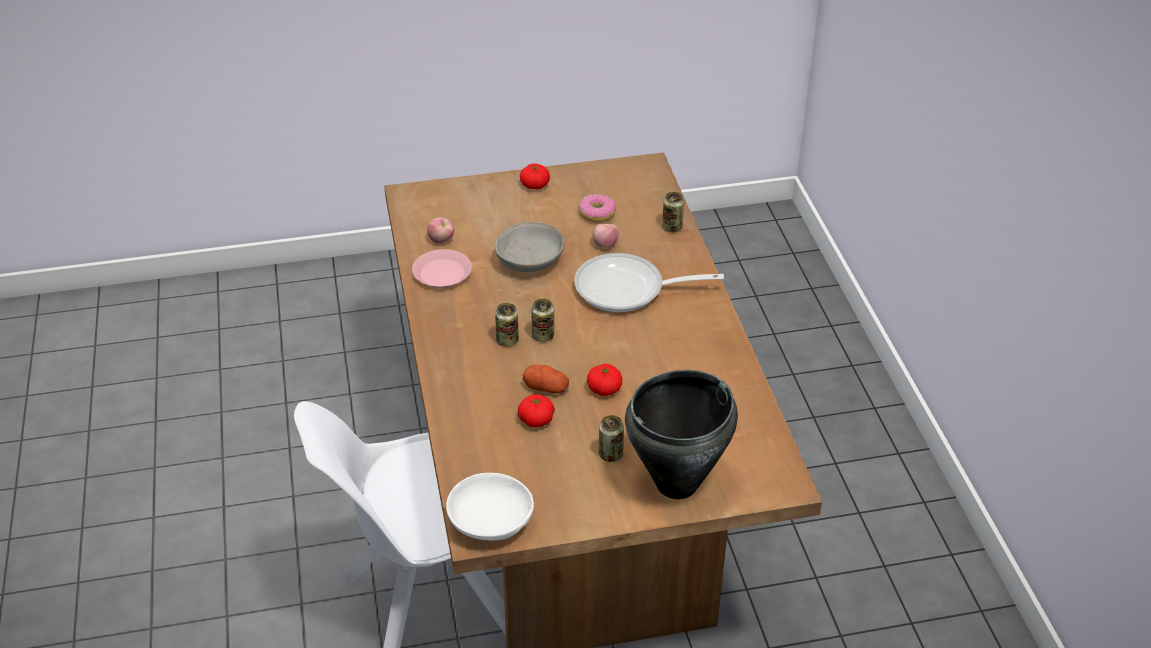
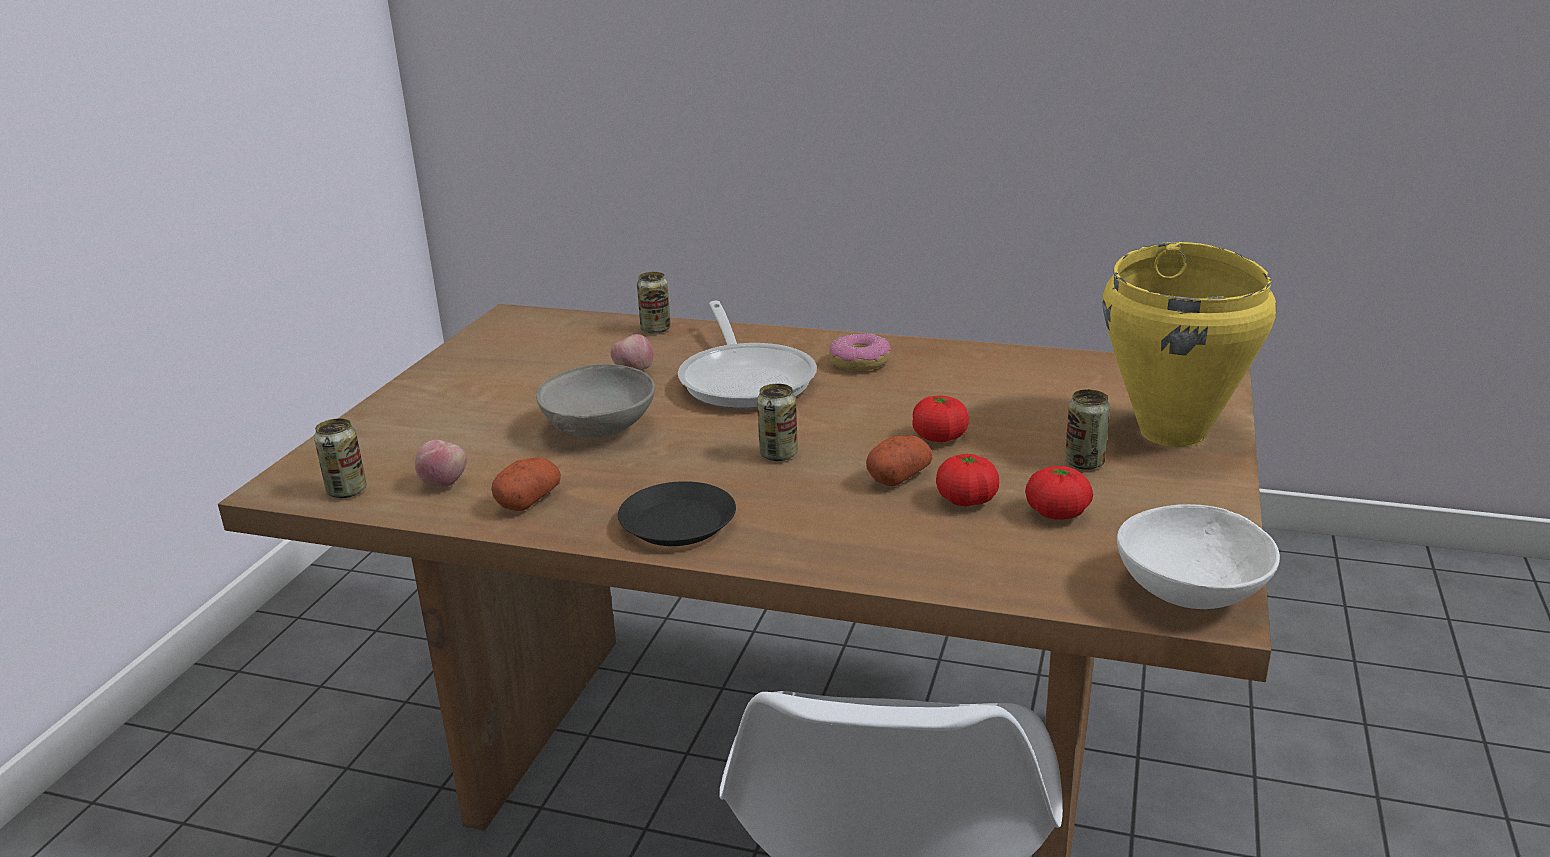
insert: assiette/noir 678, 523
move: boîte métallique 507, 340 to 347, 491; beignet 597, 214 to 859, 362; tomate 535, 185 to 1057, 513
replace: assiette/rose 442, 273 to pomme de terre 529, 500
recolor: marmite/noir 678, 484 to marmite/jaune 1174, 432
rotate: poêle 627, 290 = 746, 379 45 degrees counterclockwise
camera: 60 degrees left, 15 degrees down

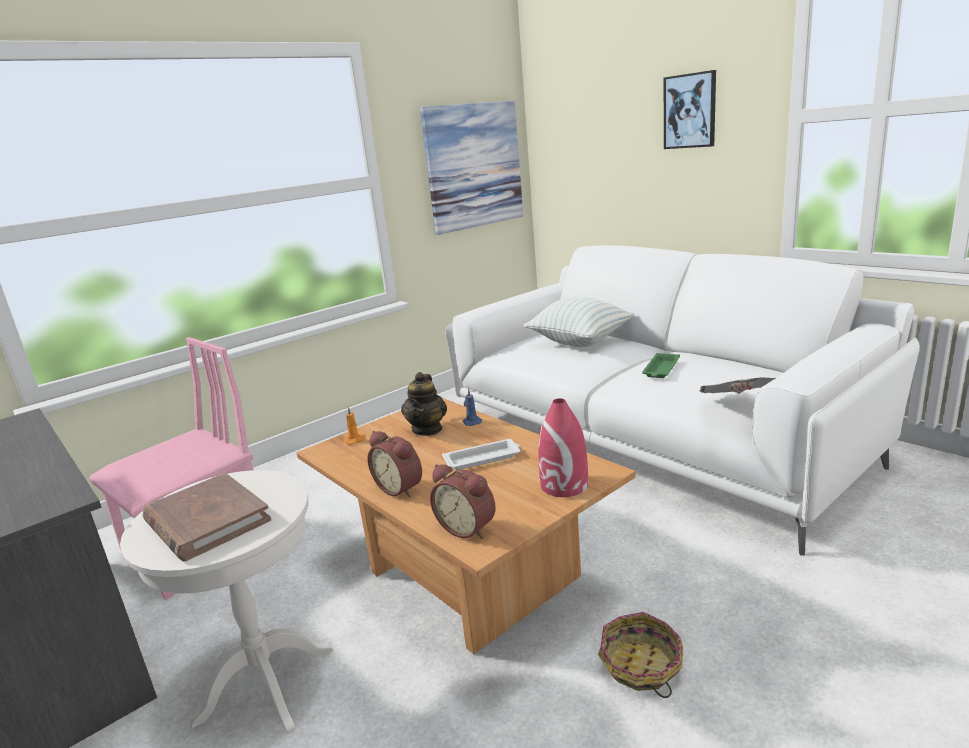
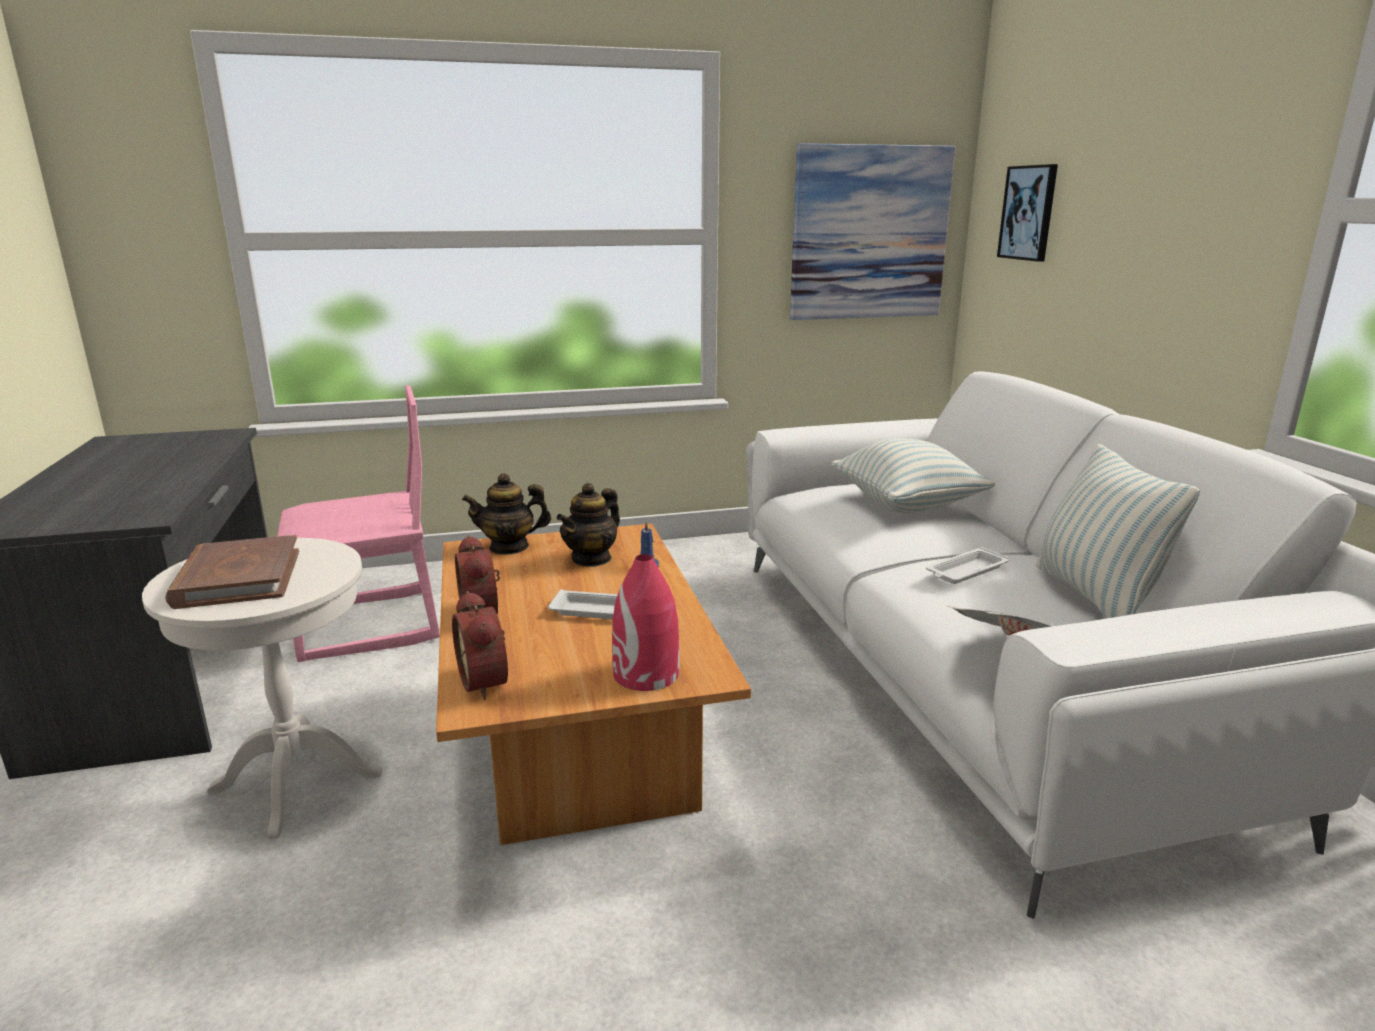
delete: panier 640, 666
insert: coussin 1095, 596
move: tableau 690, 111 to 1028, 213
replace: bougie/orange 355, 440 to théière 509, 547
recolor: plateau/vert 661, 369 to plateau/blanc 966, 571
camera: 25 degrees right, 0 degrees up

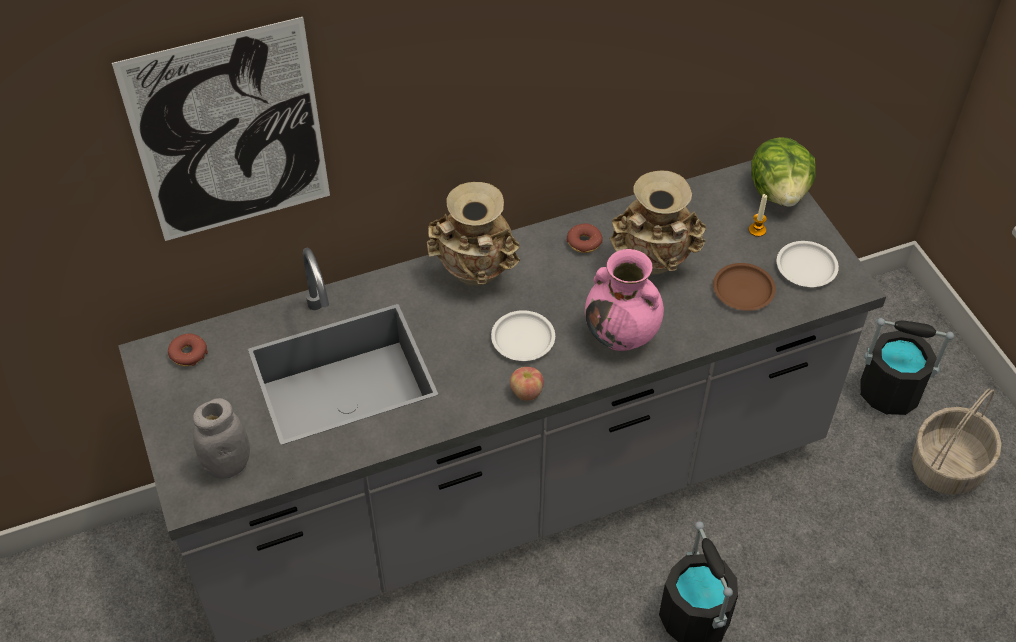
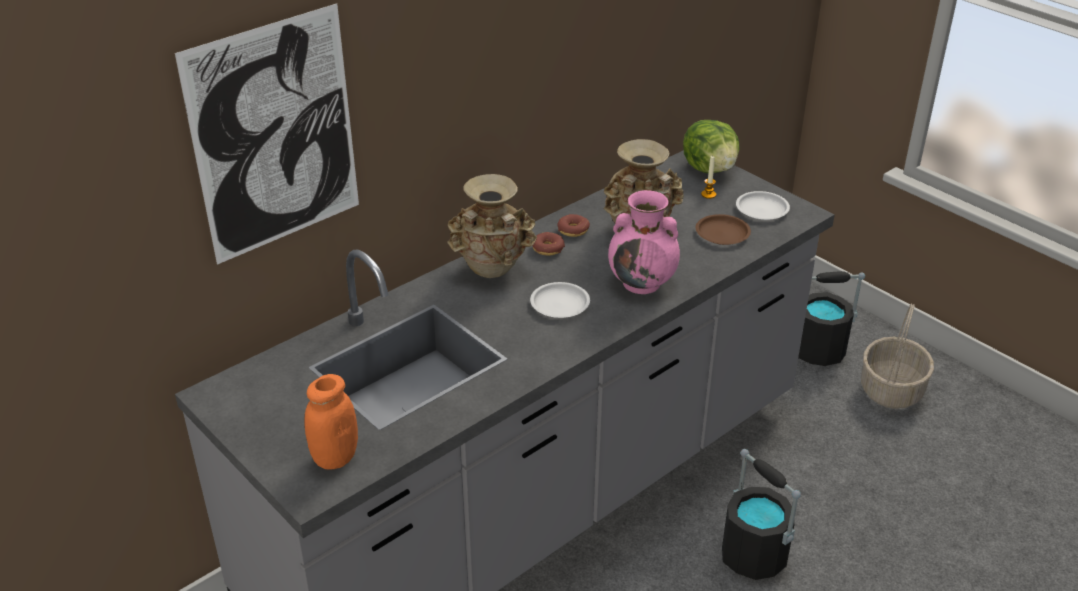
delete: pomme 526, 392
move: beignet 188, 354 to 548, 249
recolor: bocal/gris 228, 465 to bocal/orange 335, 457
camera: 20 degrees left, 15 degrees down

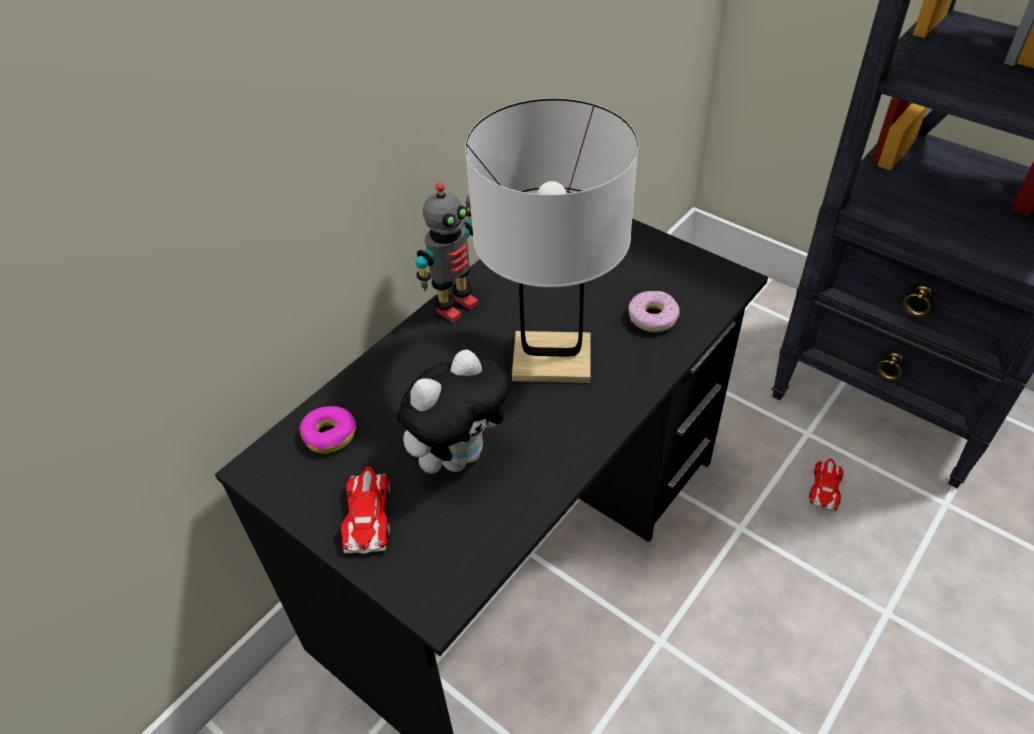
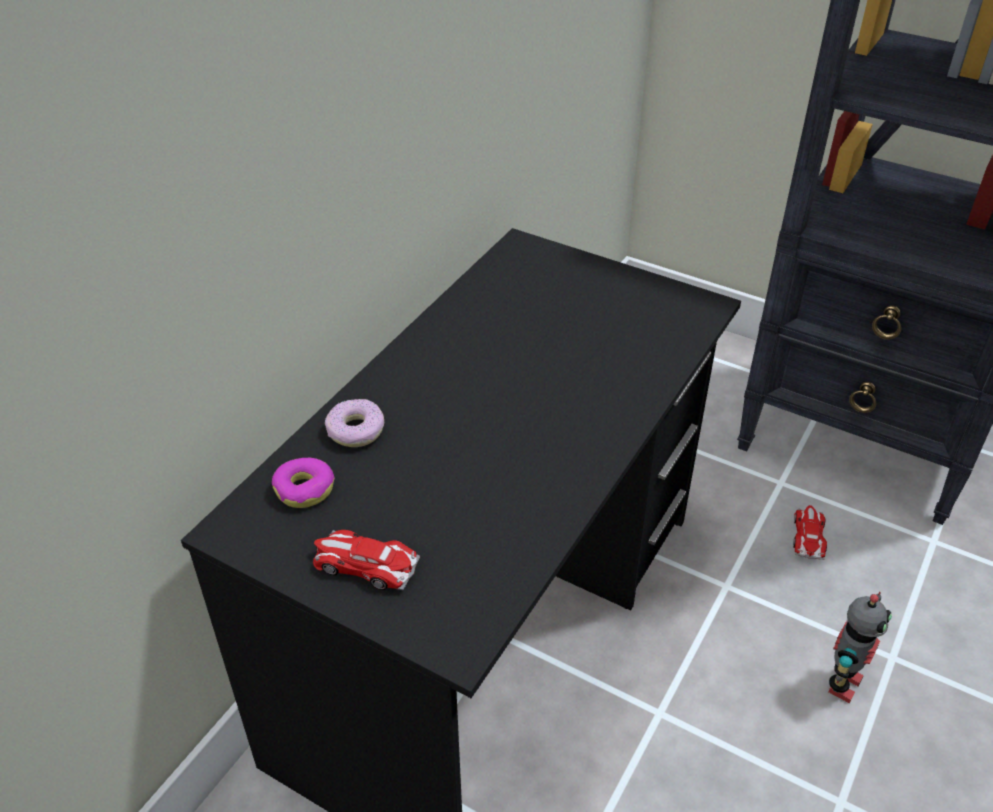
delete: peluche 458, 455; lampe de table/blanc 551, 359
move: beignet 652, 317 to 355, 430; robot jouet 455, 306 to 841, 683
rotate: petite voiture 368, 514 = 364, 564 60 degrees counterclockwise
camera: 10 degrees left, 5 degrees down

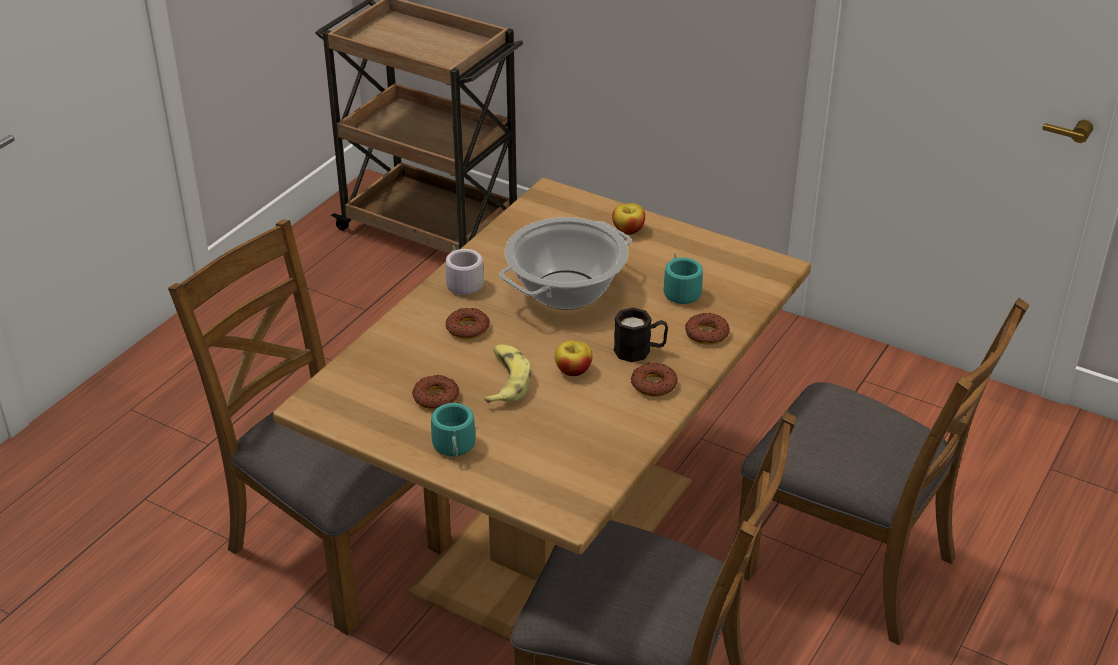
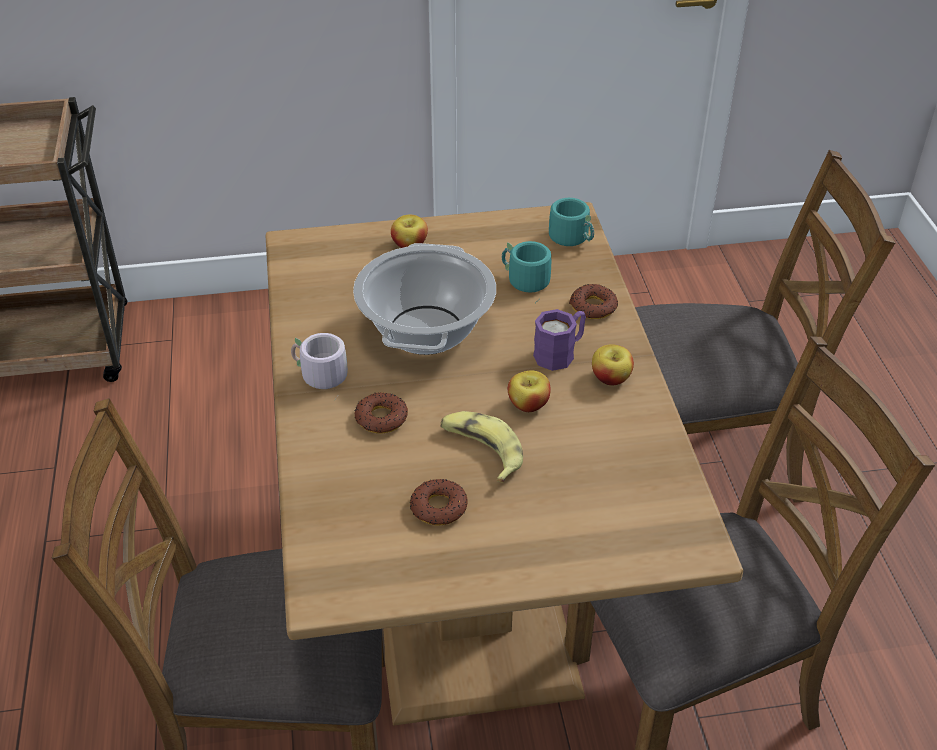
move: mug/turquoise 457, 448 to 573, 238
replace: beignet 653, 385 to pomme 611, 378
recolor: mug/noir 640, 351 to mug/violet 560, 353
camera: 40 degrees left, 5 degrees up

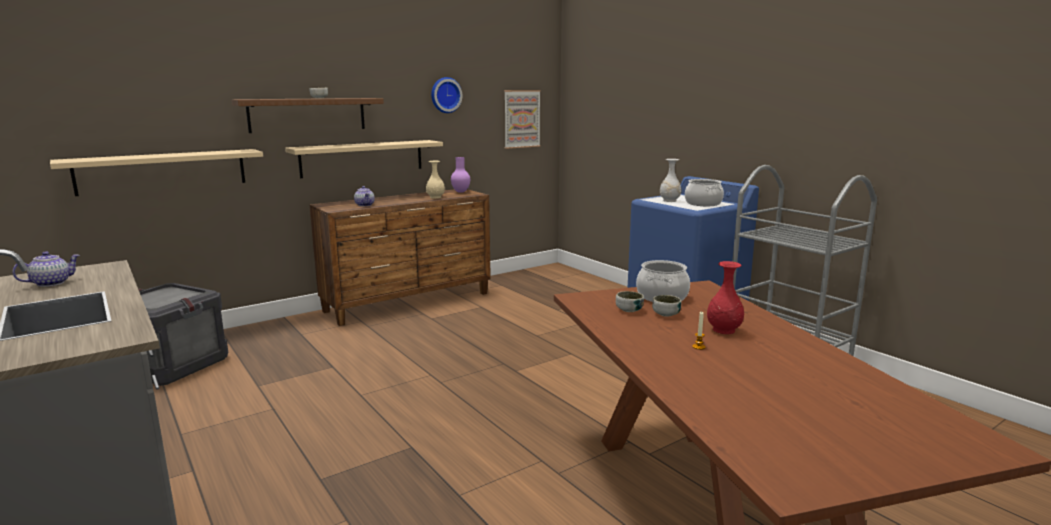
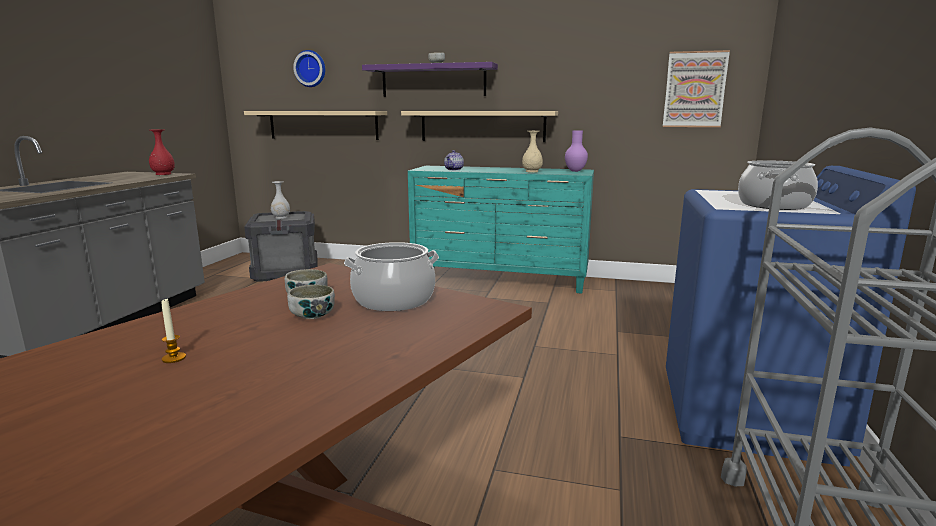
delete: théière 51, 283
move: vase/rouge 723, 330 to 163, 174; vase/blanc 669, 201 to 281, 217; horloge murale 445, 95 to 311, 69
recolor: étagère/marron 308, 114 to étagère/violet 433, 81; commode/marron 409, 302 to commode/turquoise 500, 280
camera: 50 degrees right, 0 degrees up

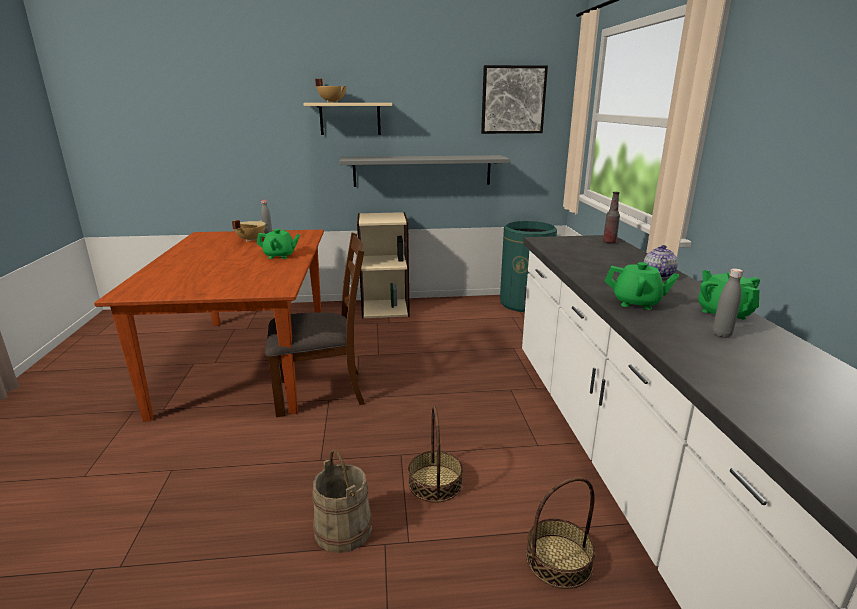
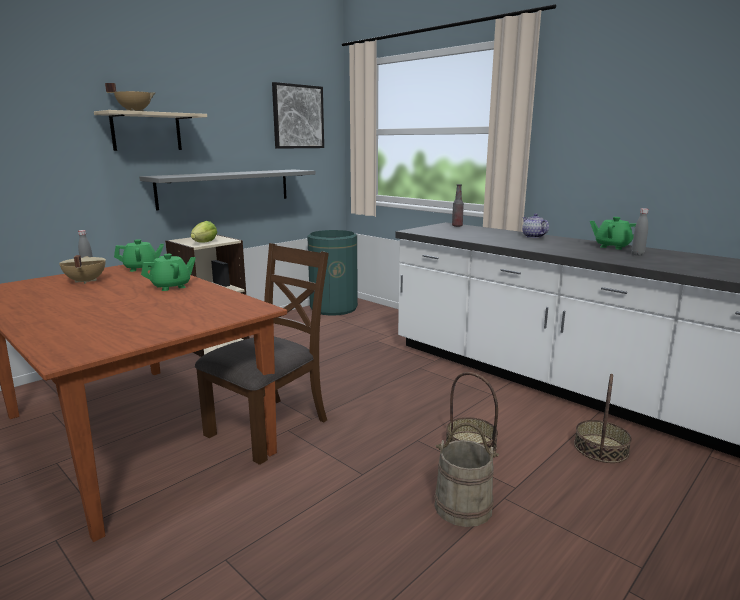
insert: laitue 204, 243
move: théière/vert 636, 303 to 141, 268
camera: 40 degrees left, 5 degrees down

